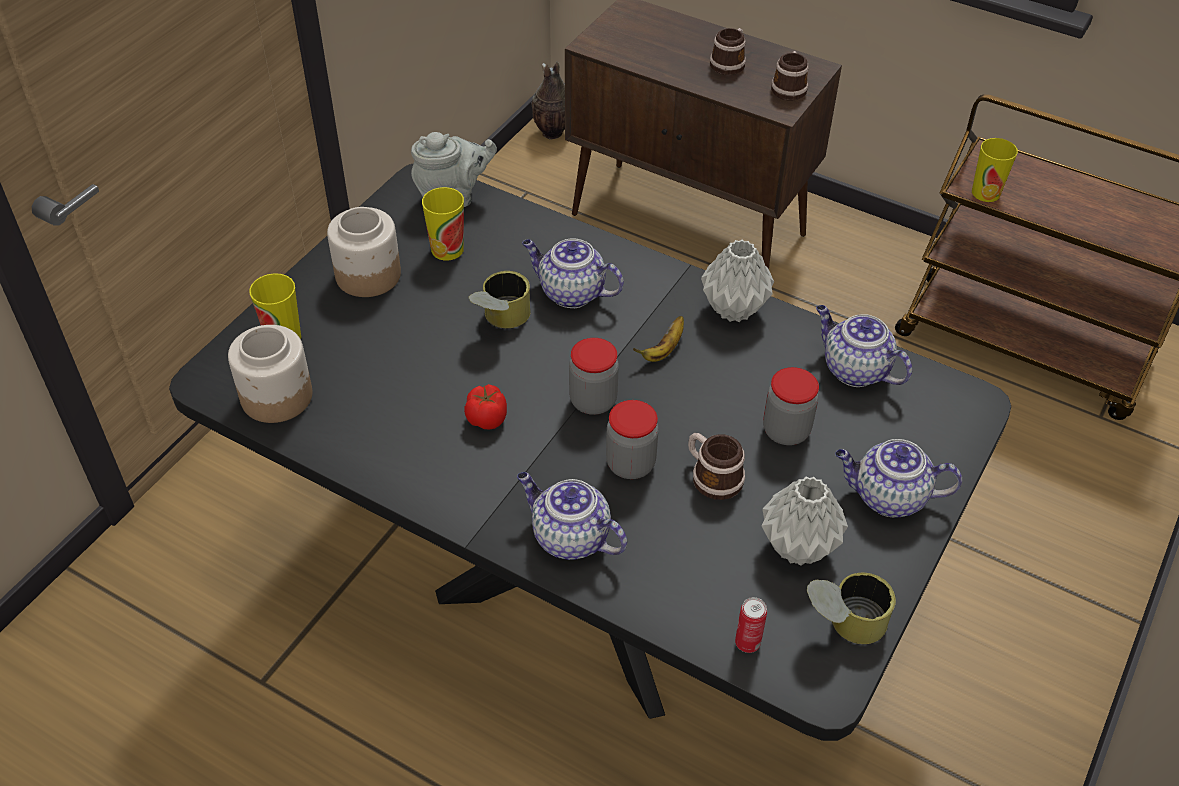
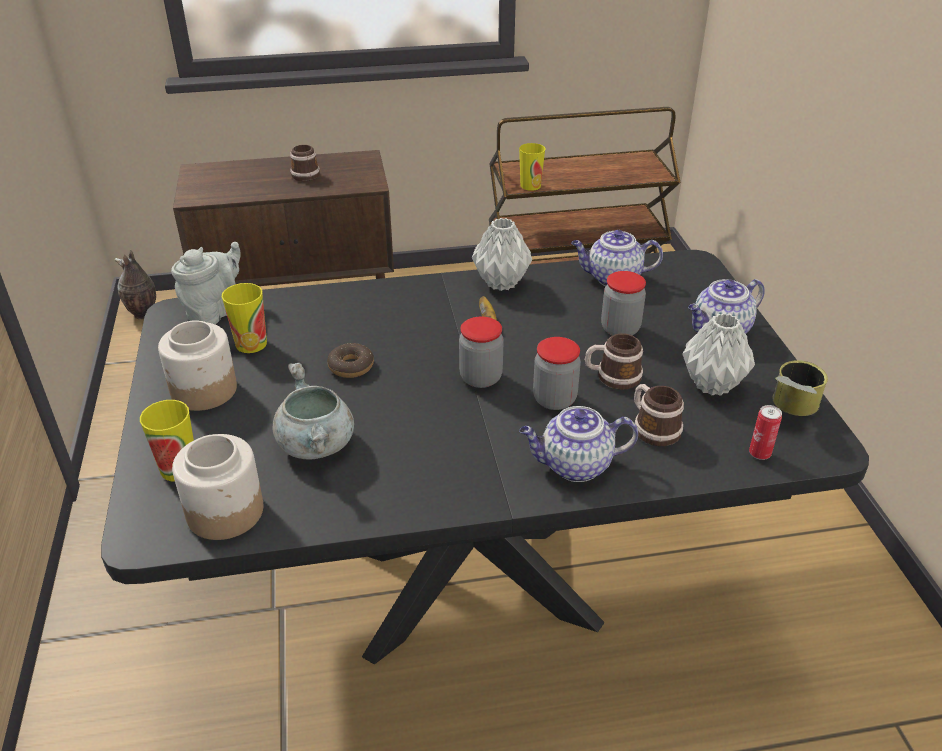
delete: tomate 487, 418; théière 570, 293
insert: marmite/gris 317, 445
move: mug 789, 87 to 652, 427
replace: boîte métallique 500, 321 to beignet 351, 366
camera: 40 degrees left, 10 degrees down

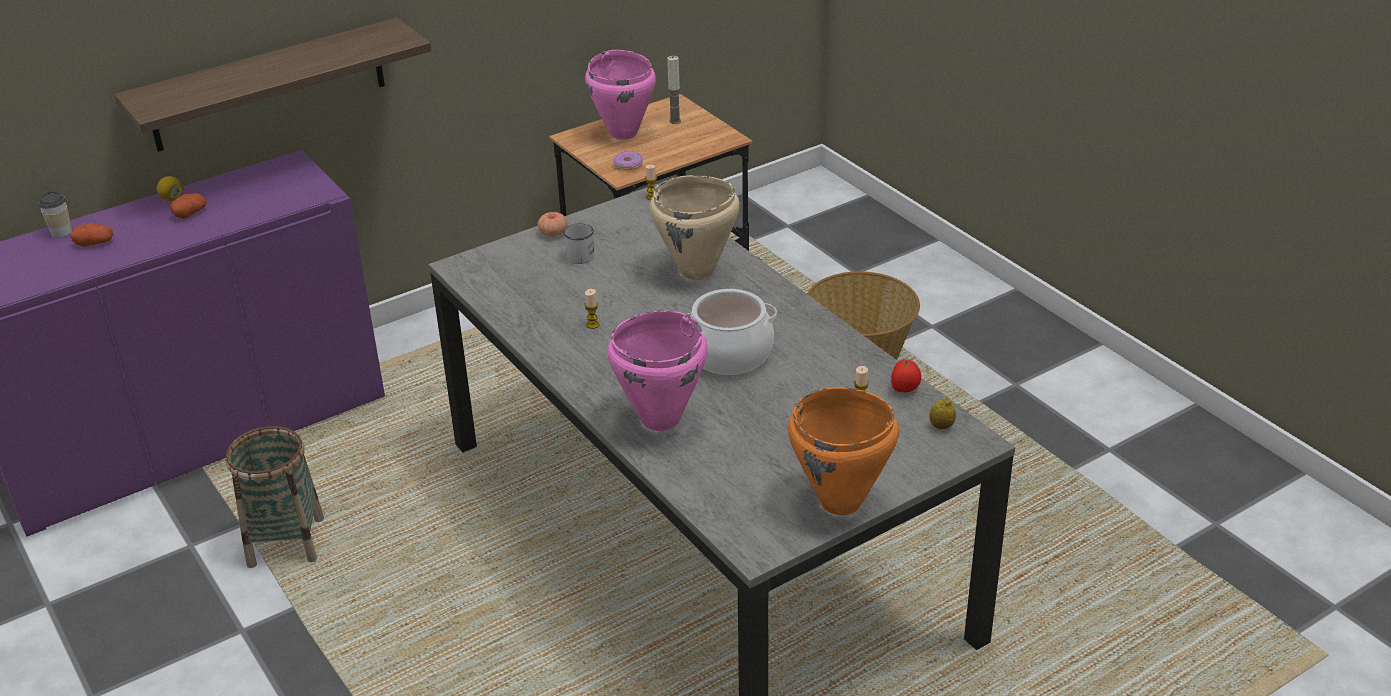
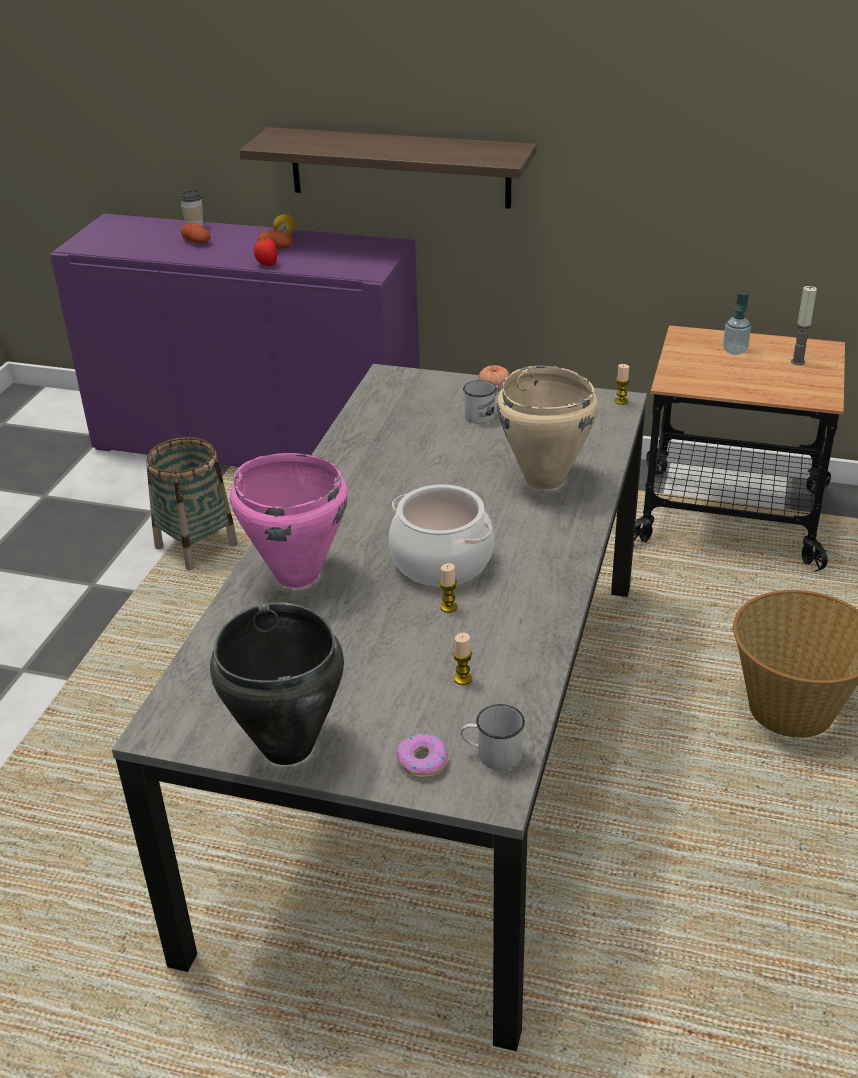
move: tomate 905, 390 to 267, 264; beignet 628, 165 to 422, 761; bougie 592, 325 to 448, 607
replace: citron 941, 426 to mug/blanc 492, 754; marmite/rose 624, 133 to distributeur de savon 734, 350
recolor: marmite/orange 841, 502 to marmite/noir 287, 747
camera: 50 degrees right, 0 degrees up

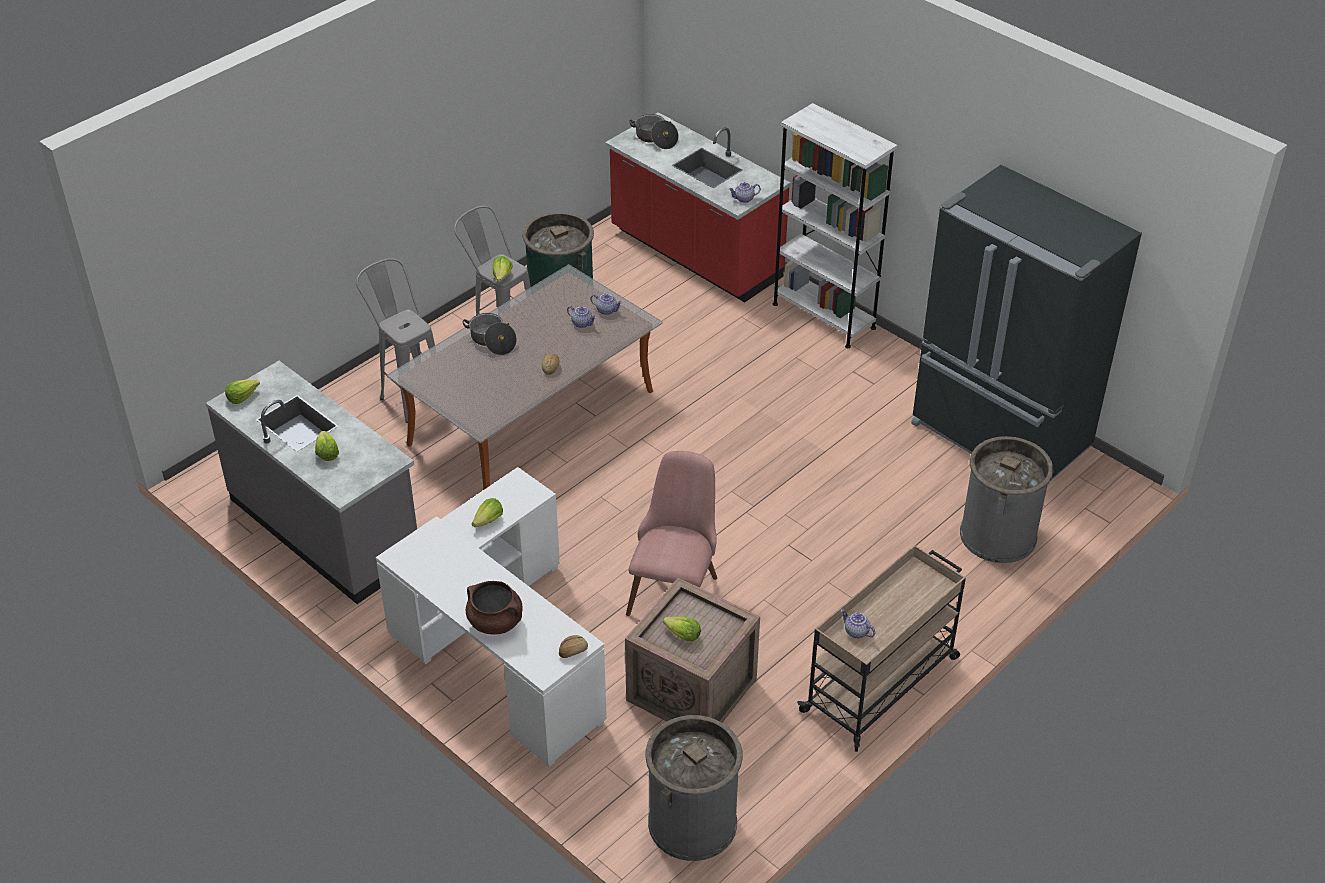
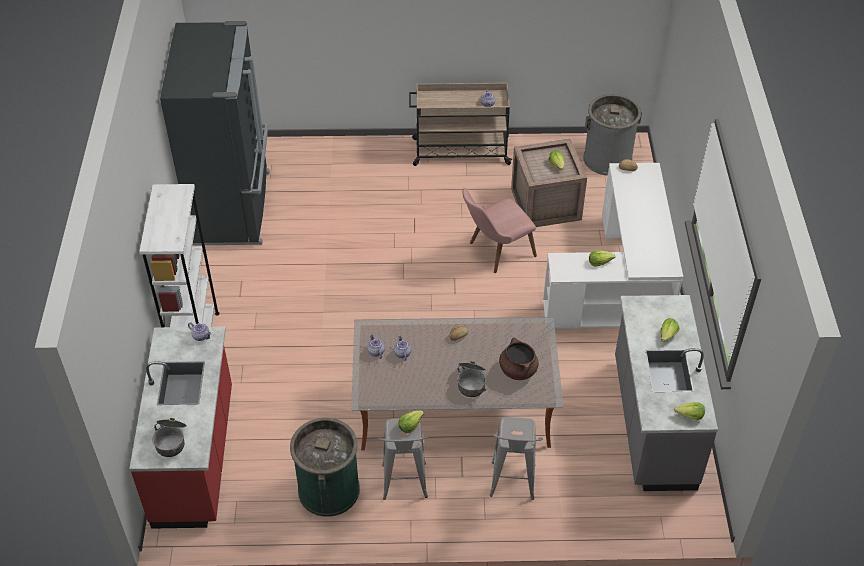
delete: poubelle/gris 998, 535
move: marmite/marron 495, 622 to 517, 370
camera: 135 degrees left, 5 degrees up

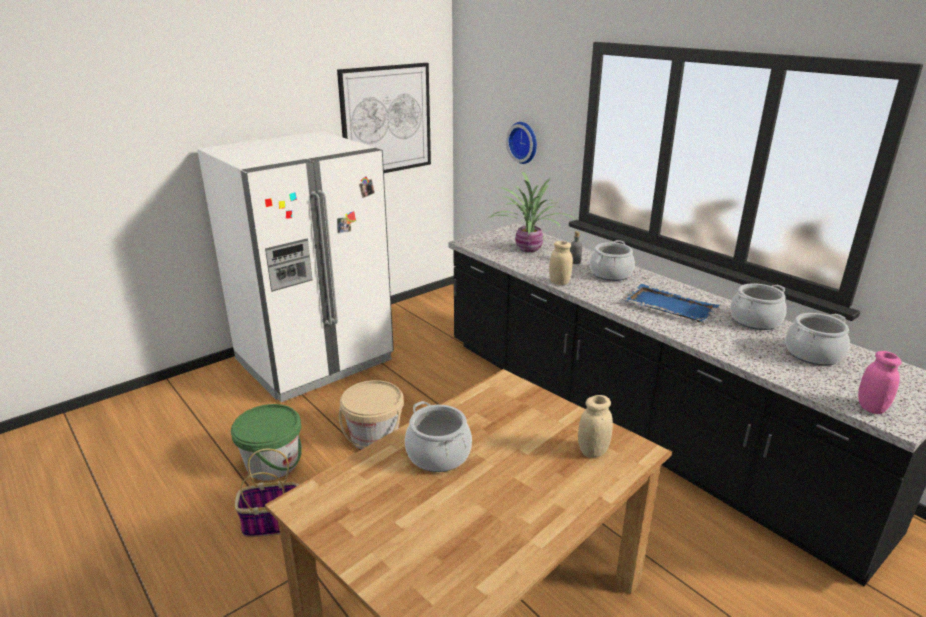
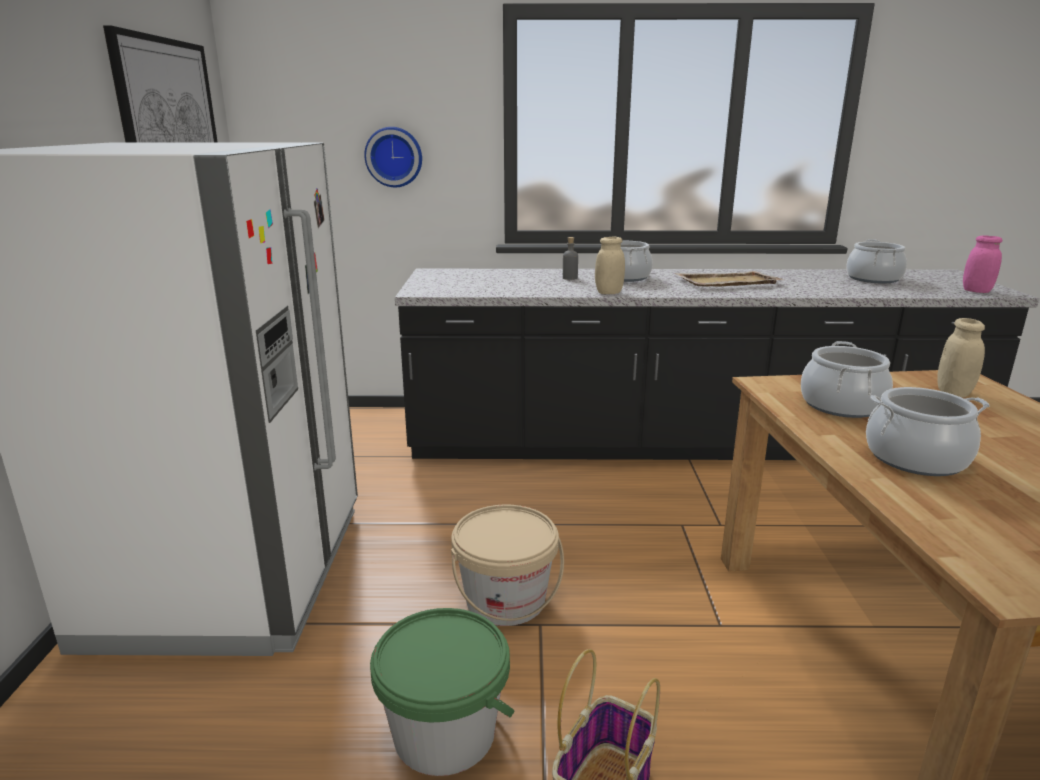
delete: plante en pot 527, 250
move: marmite 754, 320 to 841, 405
recolor: plateau/bleu 668, 305 to plateau/beige 727, 282
camera: 50 degrees left, 5 degrees down

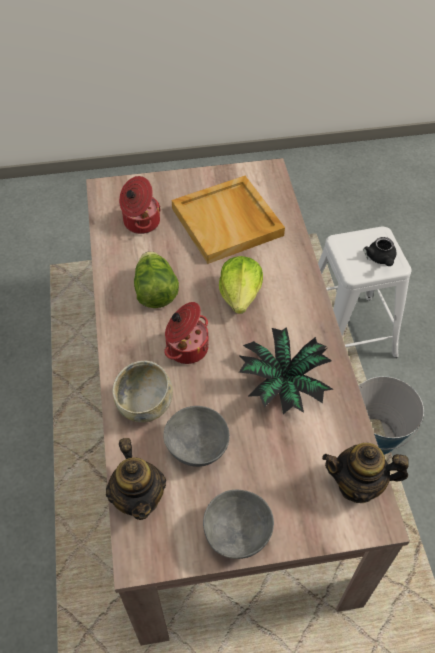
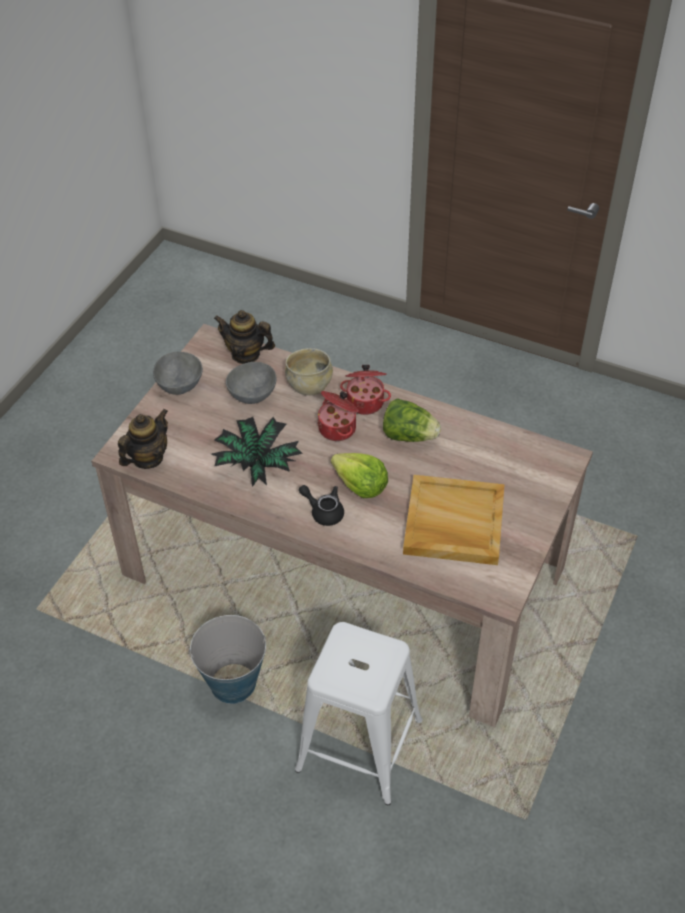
move: théière/noir 381, 259 to 323, 511; marmite 140, 222 to 365, 402
camera: 125 degrees right, 5 degrees down

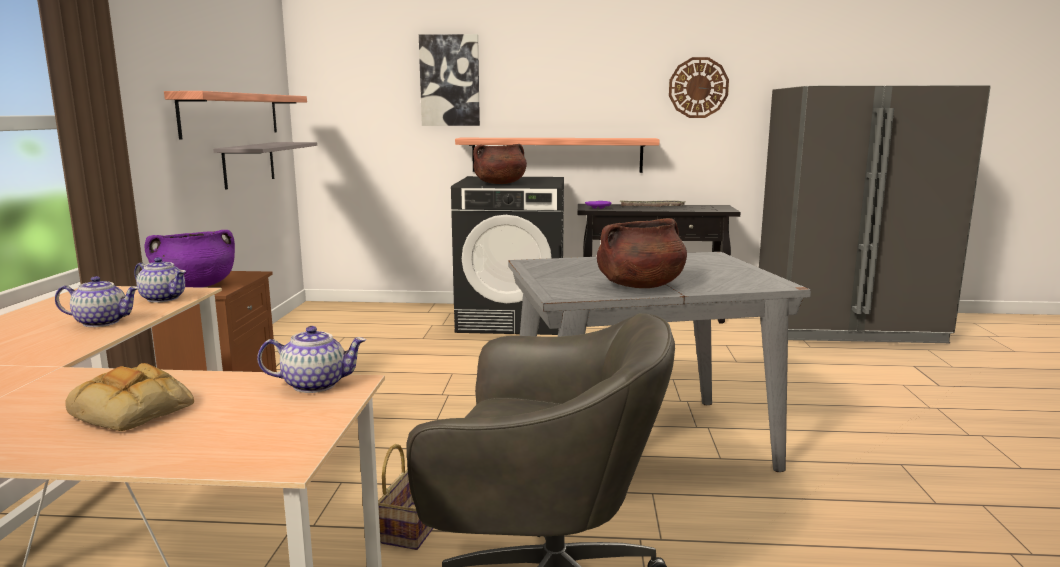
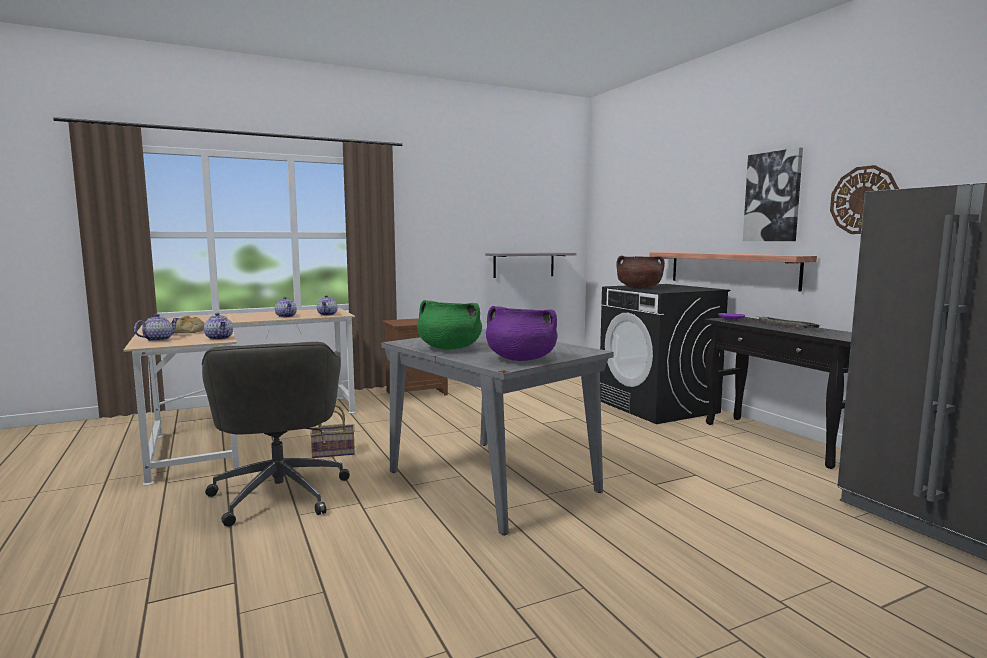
delete: étagère 232, 114
insert: théière 158, 339
move: marmite/violet 195, 286 to 520, 359; tableau 450, 80 to 773, 197
recolor: marmite/marron 640, 286 to marmite/vert 449, 348
camera: 60 degrees right, 5 degrees down

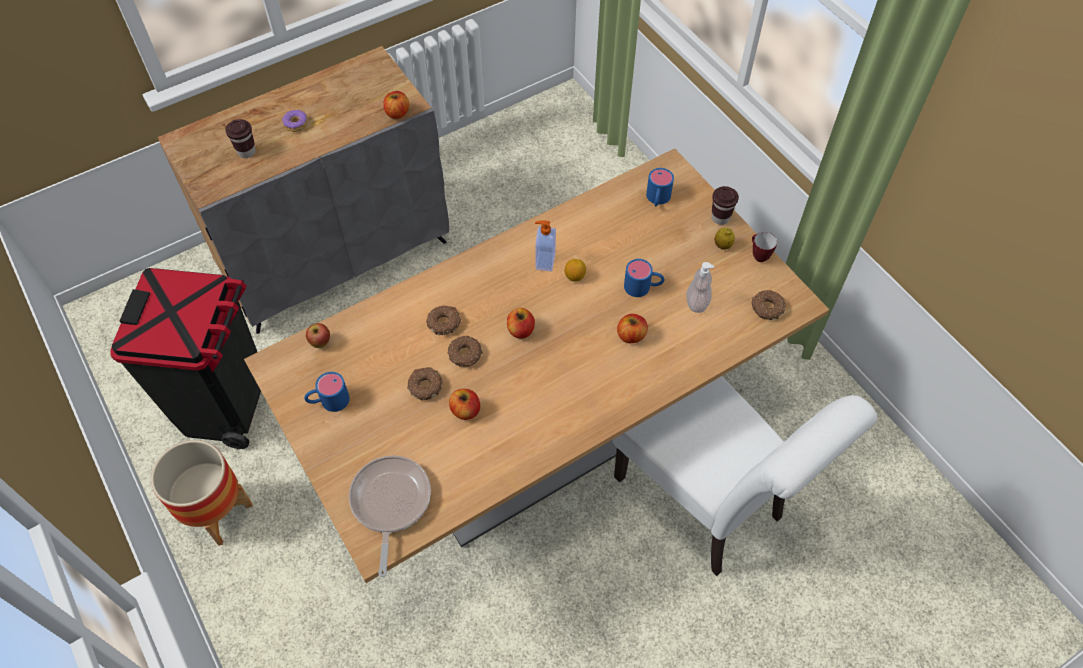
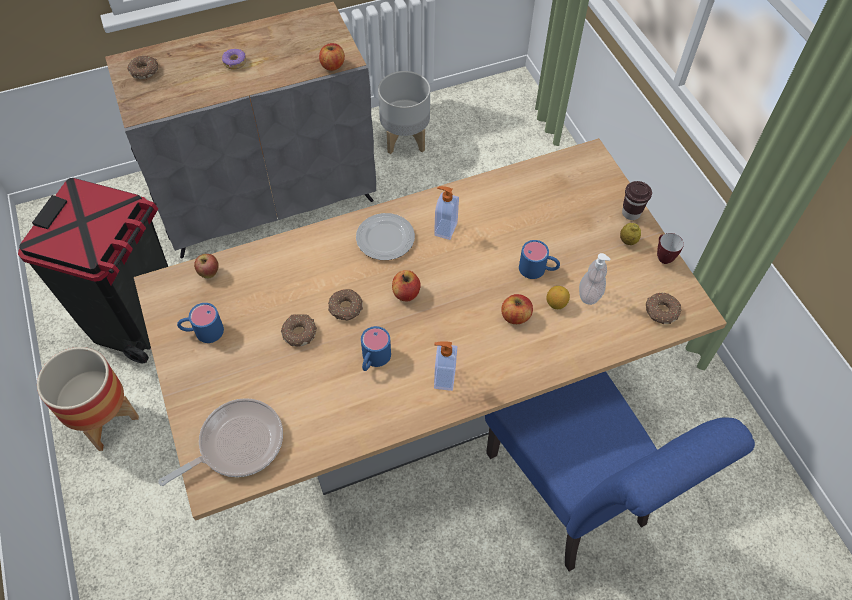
delete: tasse/marron 246, 152; pomme 465, 410
insert: assiette 386, 238; cache-pot/gris 404, 139; distributeur de savon 443, 378
move: beignet 444, 323 to 145, 71; mug/bleu 657, 199 to 373, 360; citron 574, 276 to 556, 303
recolor: chaise/blanc 706, 503 to chaise/bleu 573, 496
rotate: poêle 390, 503 = 237, 444 45 degrees clockwise
camera: 10 degrees right, 0 degrees up

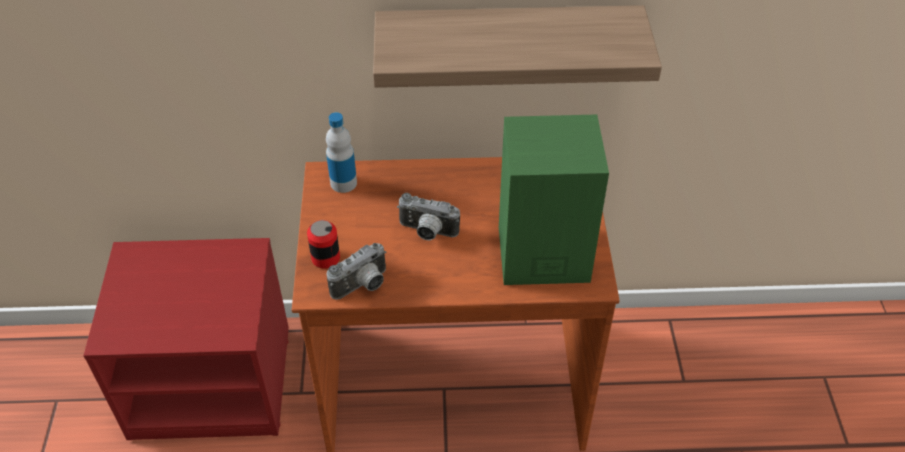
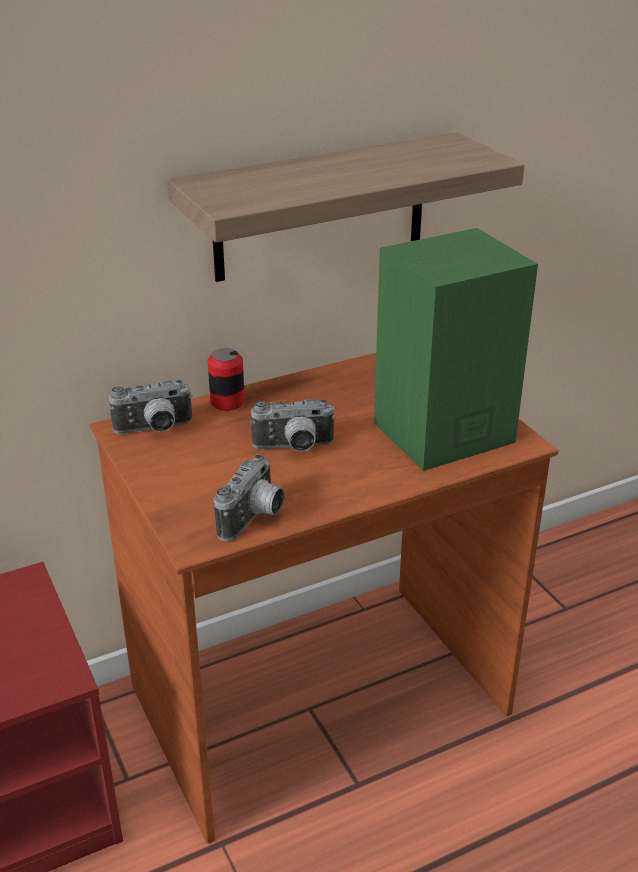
move: boîte métallique 325, 258 to 227, 402
replace: bouteille 343, 183 to appareil photo 155, 430
camera: 25 degrees left, 15 degrees down

